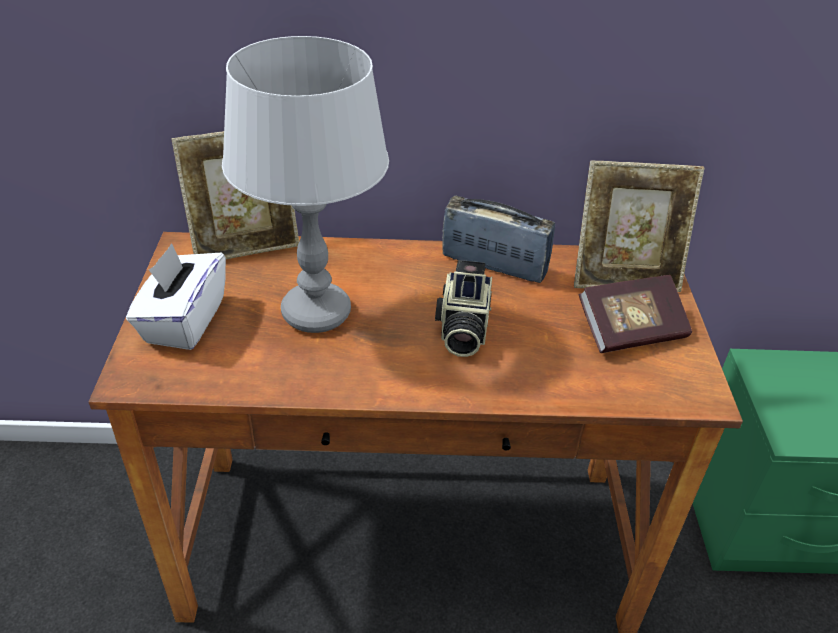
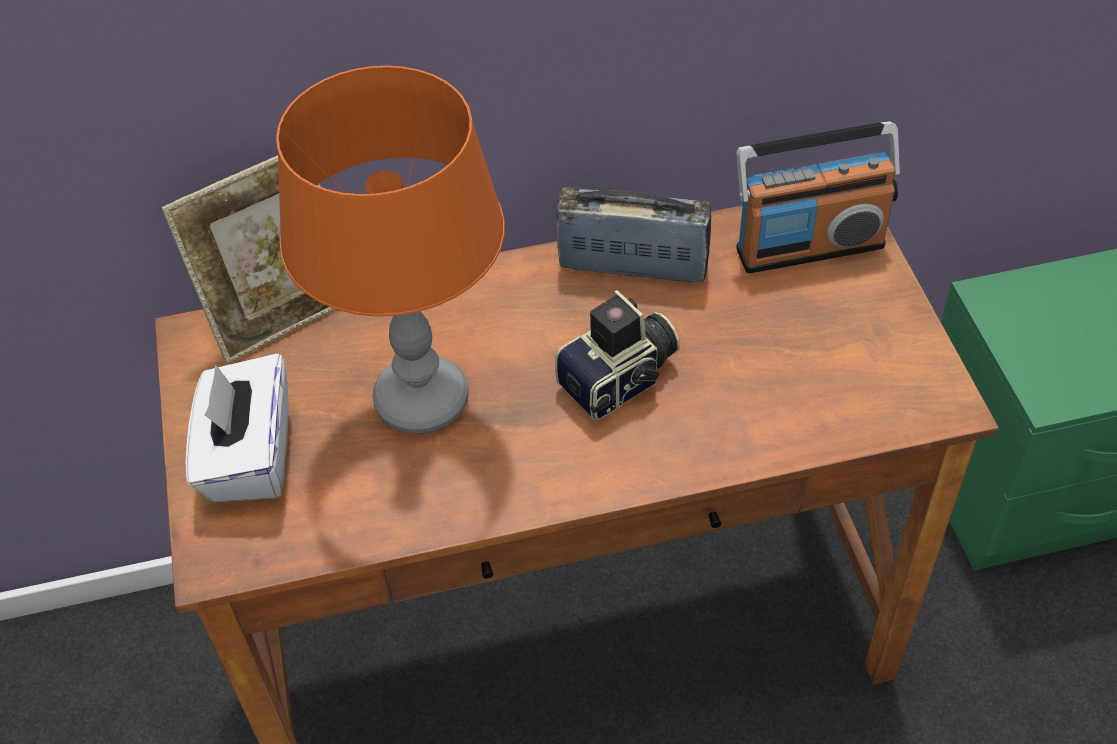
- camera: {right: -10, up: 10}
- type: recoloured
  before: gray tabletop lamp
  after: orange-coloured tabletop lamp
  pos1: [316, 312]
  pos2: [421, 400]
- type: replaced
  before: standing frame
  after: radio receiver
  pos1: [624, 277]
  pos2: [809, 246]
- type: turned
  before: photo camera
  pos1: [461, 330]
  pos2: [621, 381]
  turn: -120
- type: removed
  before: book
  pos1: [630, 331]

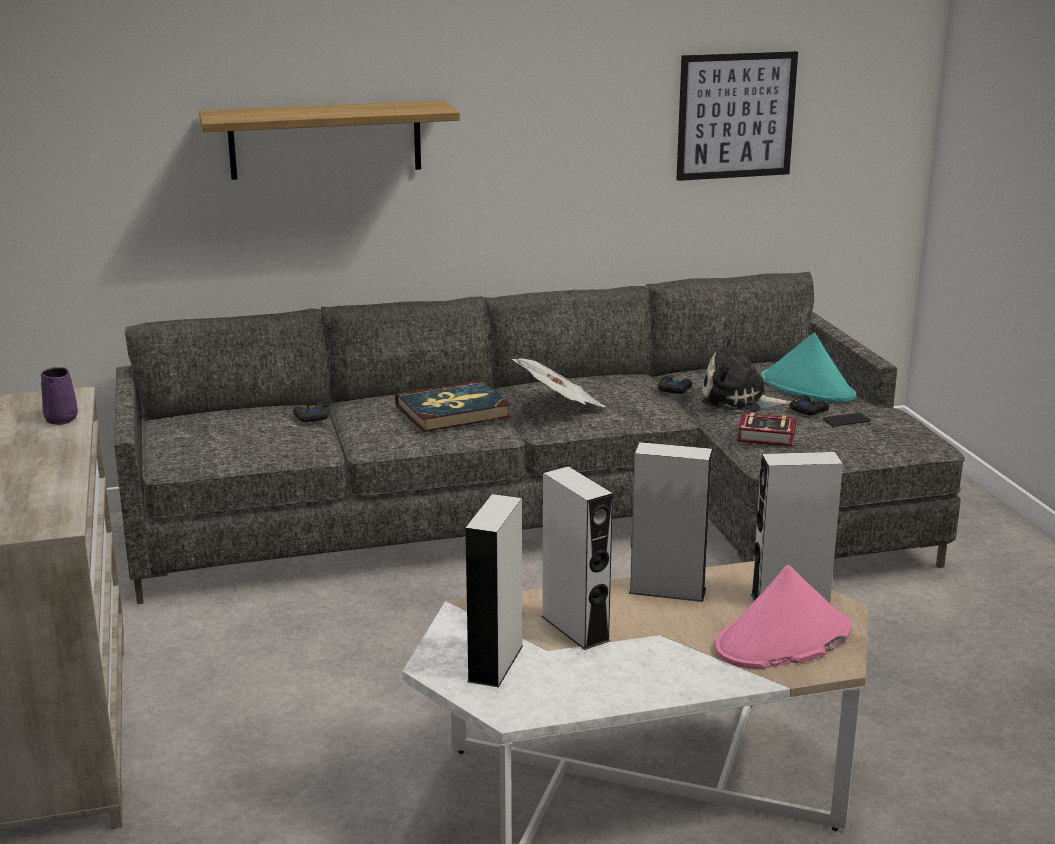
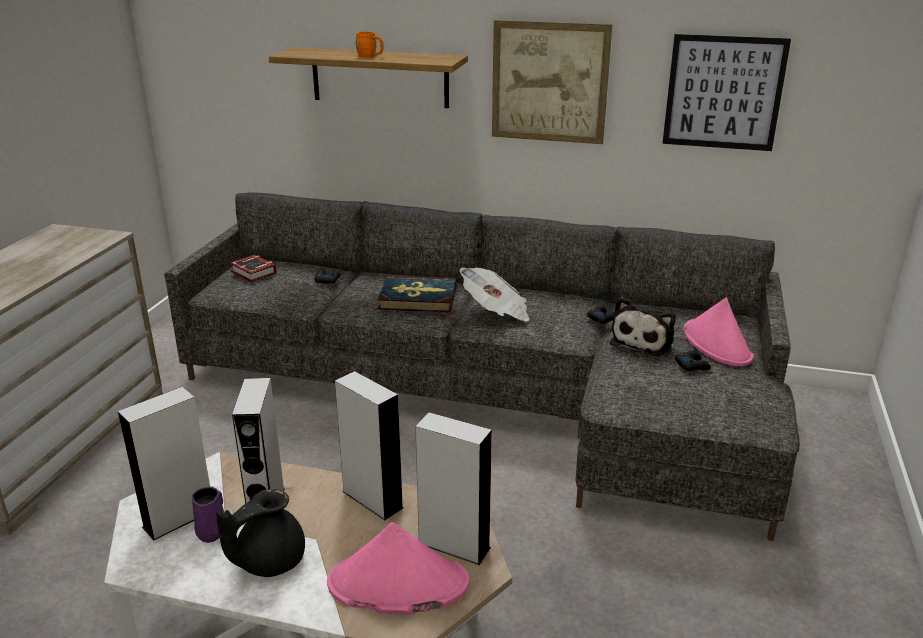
- camera: {right: 30, up: 5}
- type: recoloured
  before: blue-green hat
  after: pink hat
  pos1: [808, 388]
  pos2: [717, 344]
- type: turned
  before: soft toy
  pos1: [738, 400]
  pos2: [644, 341]
  turn: -105
- type: moved
  before: purplish tea mug
  pos1: [61, 418]
  pos2: [213, 532]
- type: moved
  before: book
  pos1: [768, 437]
  pos2: [253, 273]
- type: removed
  before: handset
  pos1: [846, 420]
- type: added
  after: picture
  pos2: [549, 82]
- type: added
  after: orange-coloured tea mug
  pos2: [370, 56]
- type: added
  after: blackish tea pot
  pos2: [268, 561]

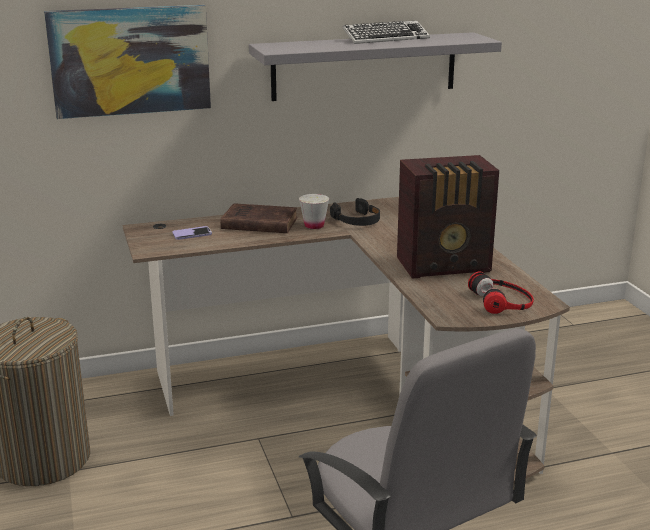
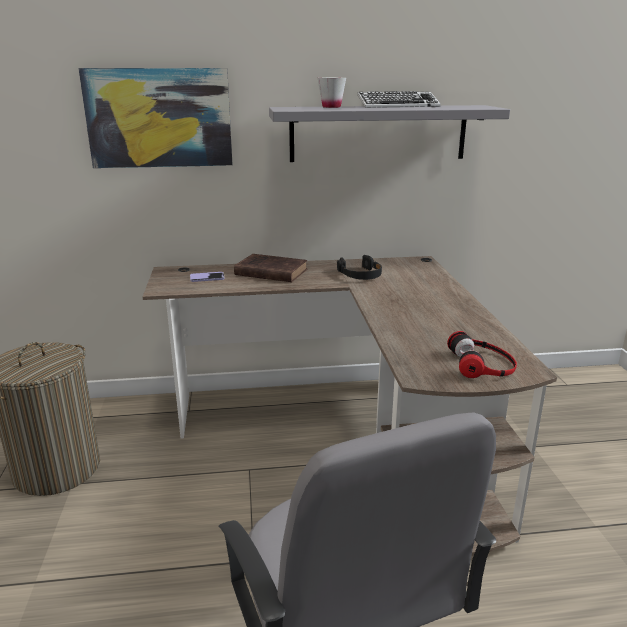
- camera: {right: 10, up: 0}
- type: removed
  before: radio receiver
  pos1: [445, 266]
- type: moved
  before: white-coloured drinking cup
  pos1: [314, 226]
  pos2: [331, 107]

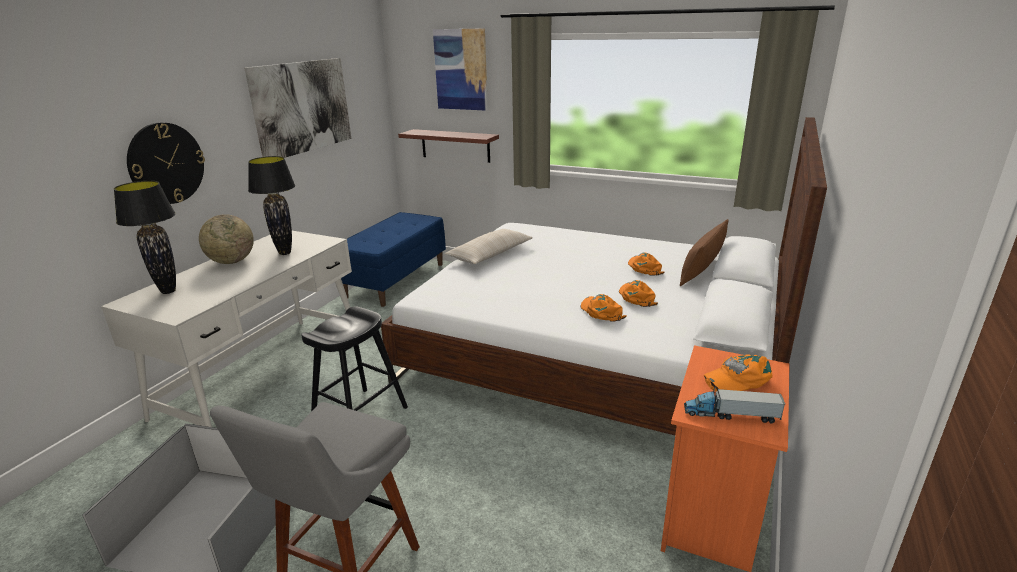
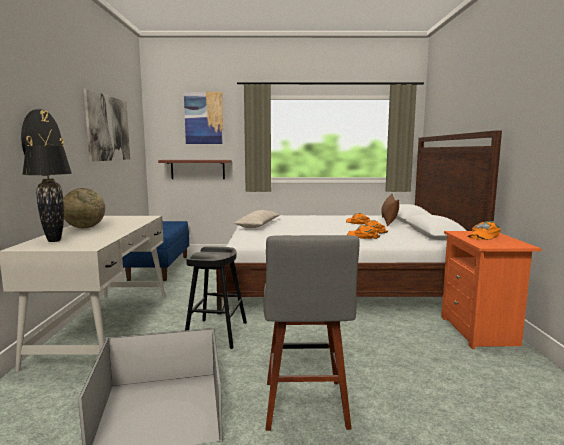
- camera: {right: -25, up: -15}
- type: removed
  before: blackish tabletop lamp
  pos1: [285, 253]
- type: removed
  before: model truck
  pos1: [731, 414]

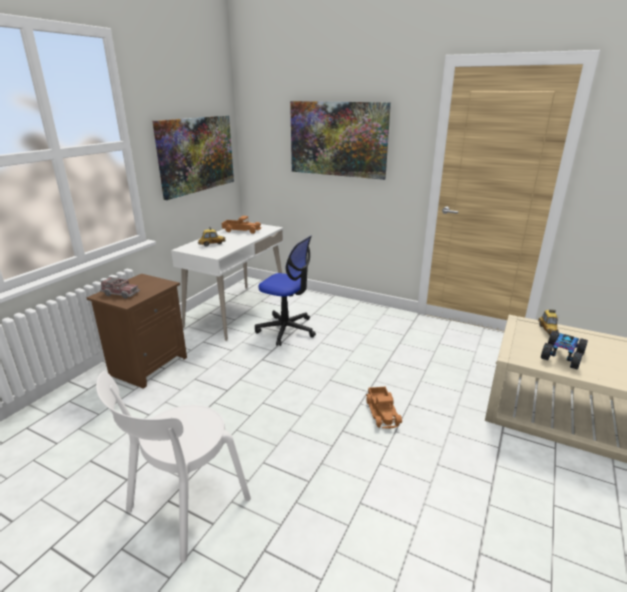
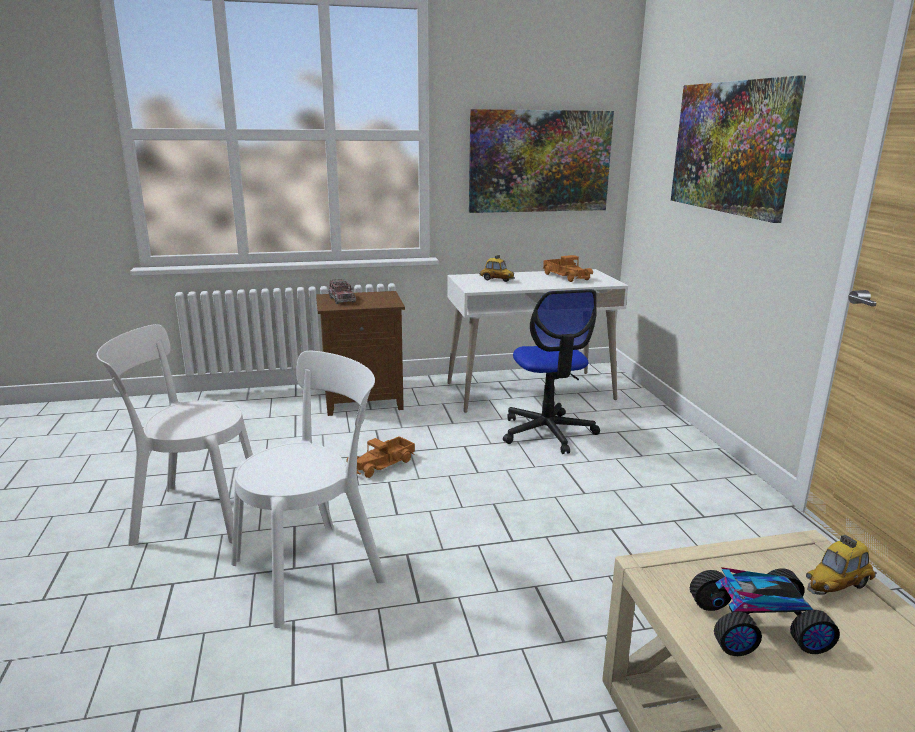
- camera: {right: 50, up: -5}
- type: moved
  before: model truck
  pos1: [383, 412]
  pos2: [382, 464]
- type: added
  after: white-coloured plain chair
  pos2: [314, 568]

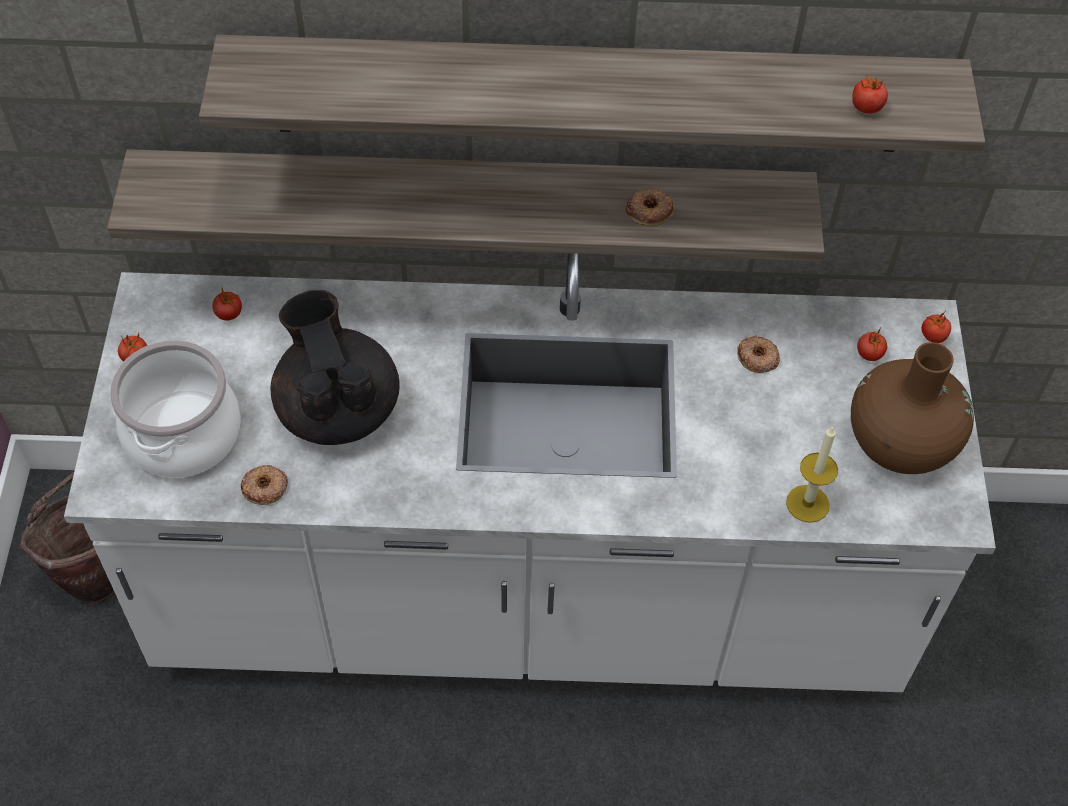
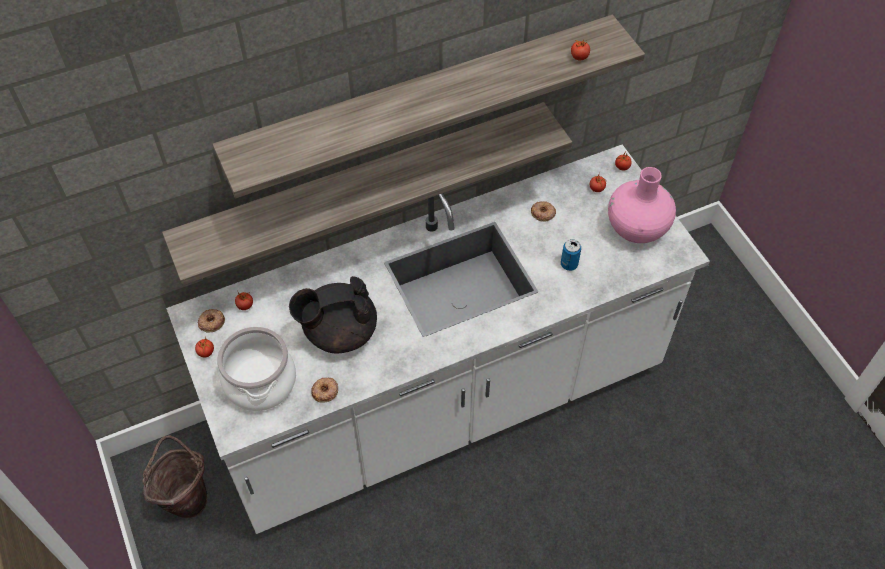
- camera: {right: -25, up: 0}
- type: moved
  before: ring doughnut
  pos1: [649, 210]
  pos2: [211, 322]
- type: turned
  before: blackish tea pot
  pos1: [337, 408]
  pos2: [339, 331]
  turn: -60
- type: recoloured
  before: brownish decorative vase
  after: pink decorative vase
  pos1: [899, 443]
  pos2: [636, 228]
- type: removed
  before: wax candle
  pos1: [807, 503]
- type: added
  after: metal can
  pos2: [569, 264]

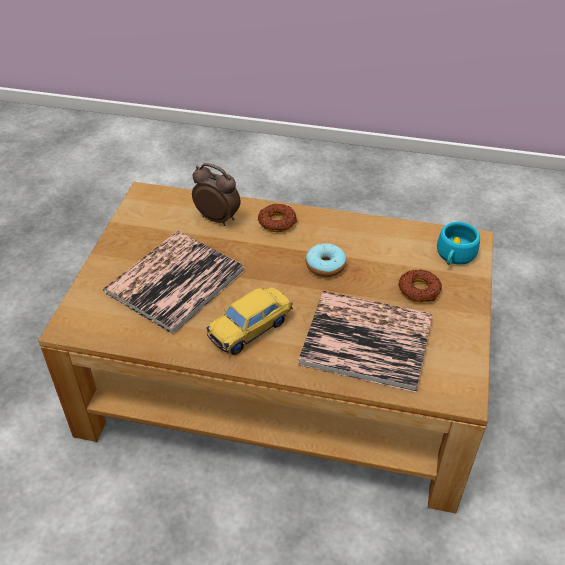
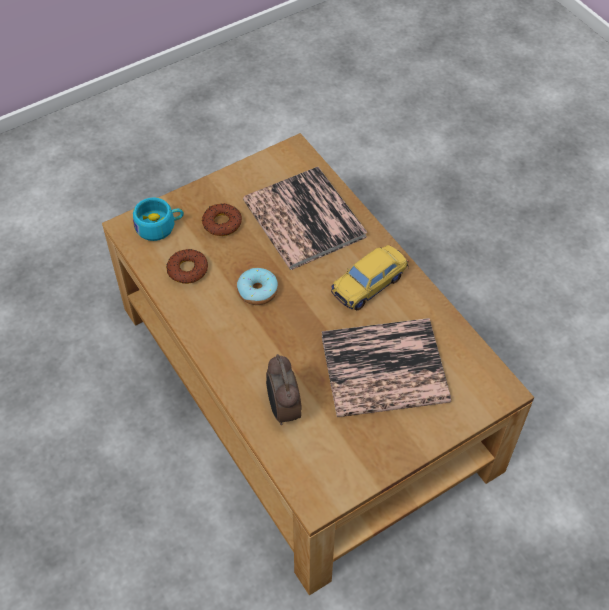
- camera: {right: -135, up: 10}
- type: moved
  before: ring doughnut
  pos1: [277, 222]
  pos2: [187, 270]
- type: turned
  before: model car
  pos1: [250, 329]
  pos2: [369, 284]
  turn: 135

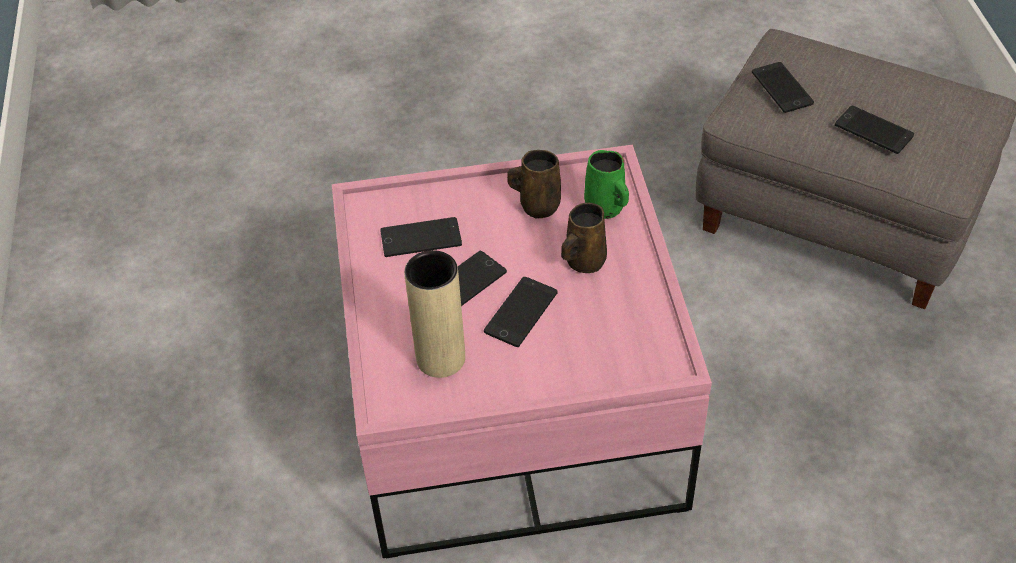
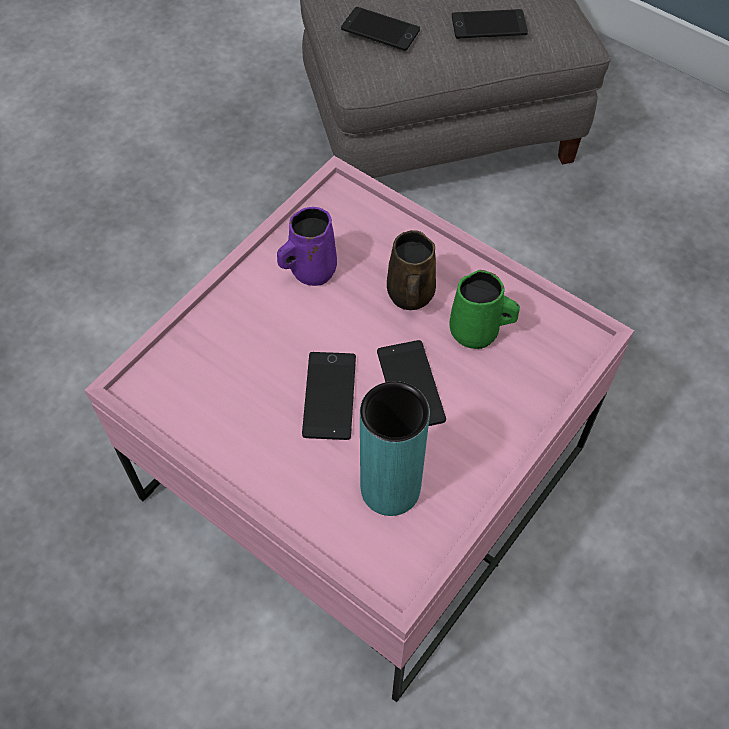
- camera: {right: -45, up: 10}
- type: recoloured
  before: brownish tea mug
  after: purplish tea mug
  pos1: [537, 205]
  pos2: [310, 270]
- type: moved
  before: green-coloured tea mug
  pos1: [606, 208]
  pos2: [477, 332]
- type: removed
  before: handset
  pos1: [421, 238]
- type: recoloured
  before: beige decorative vase
  after: blue-green decorative vase
  pos1: [440, 358]
  pos2: [390, 488]

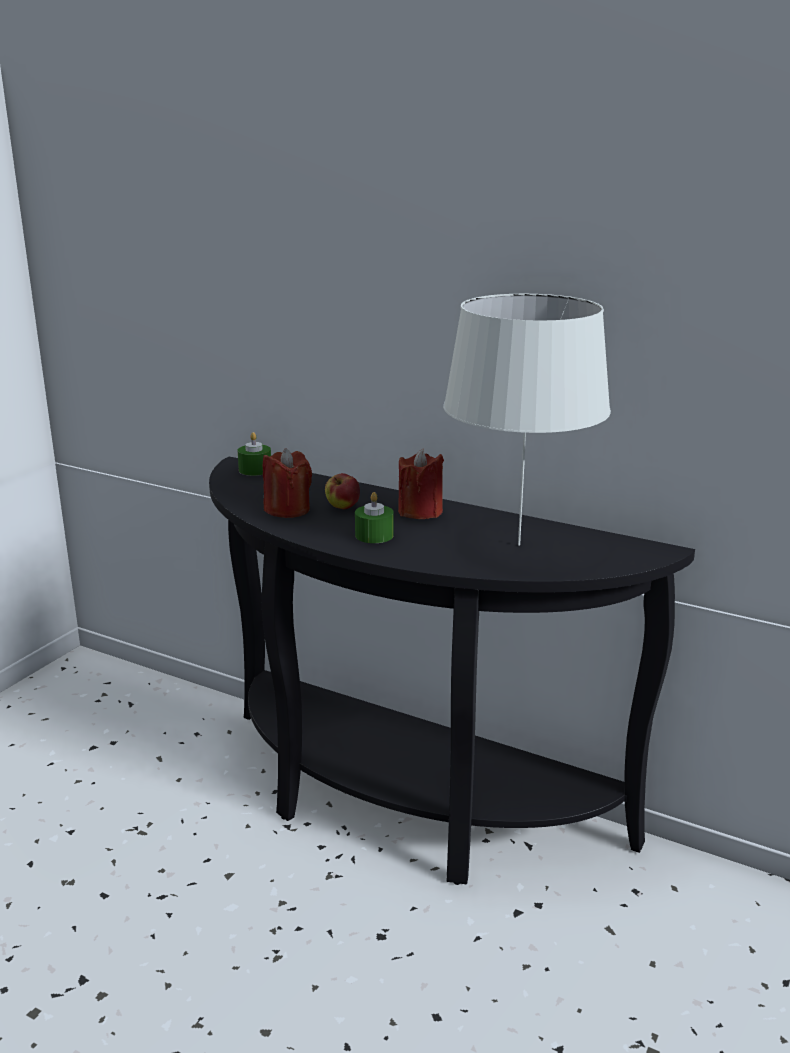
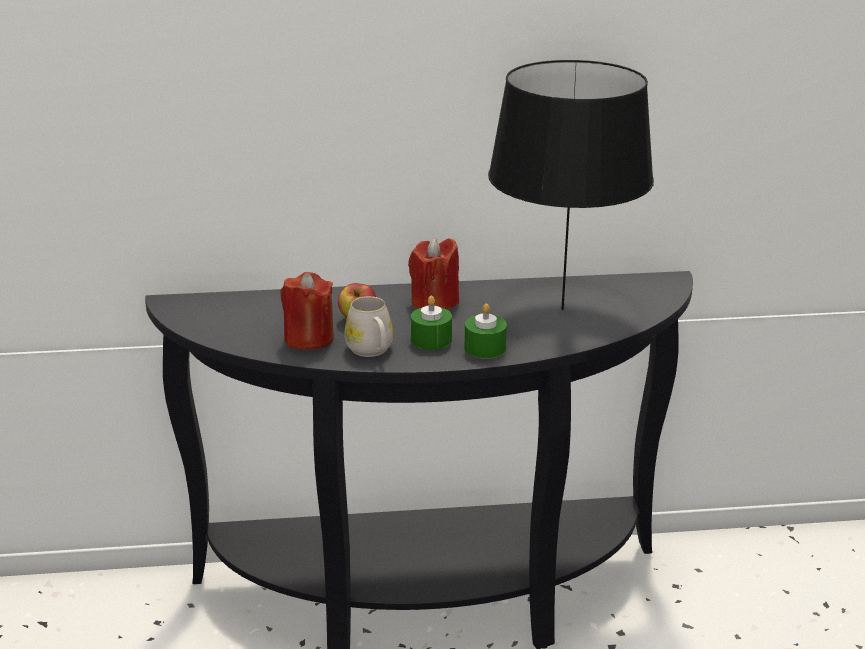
- camera: {right: -35, up: 5}
- type: recoloured
  before: white-coloured tabletop lamp
  after: blackish tabletop lamp
  pos1: [518, 544]
  pos2: [561, 309]
- type: moved
  before: green-coloured wax candle
  pos1: [255, 470]
  pos2: [485, 348]
- type: added
  after: white-coloured tea mug
  pos2: [371, 351]

